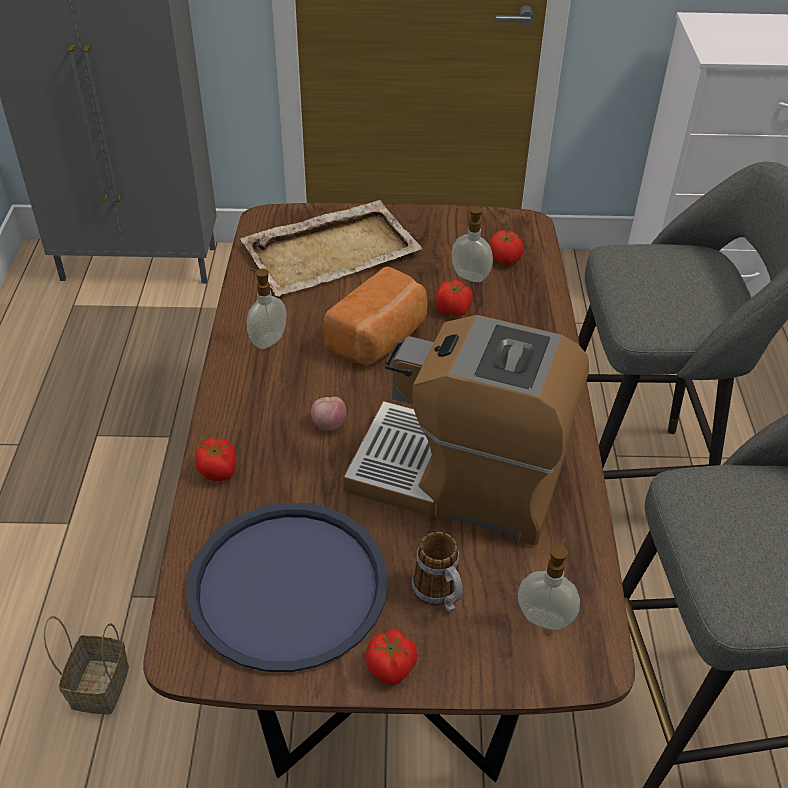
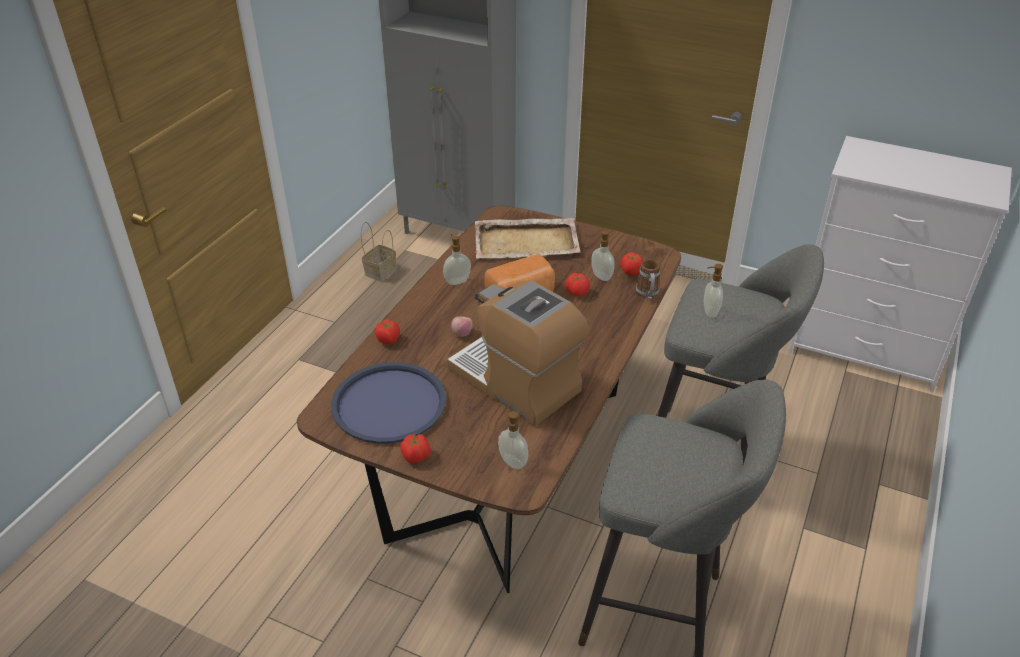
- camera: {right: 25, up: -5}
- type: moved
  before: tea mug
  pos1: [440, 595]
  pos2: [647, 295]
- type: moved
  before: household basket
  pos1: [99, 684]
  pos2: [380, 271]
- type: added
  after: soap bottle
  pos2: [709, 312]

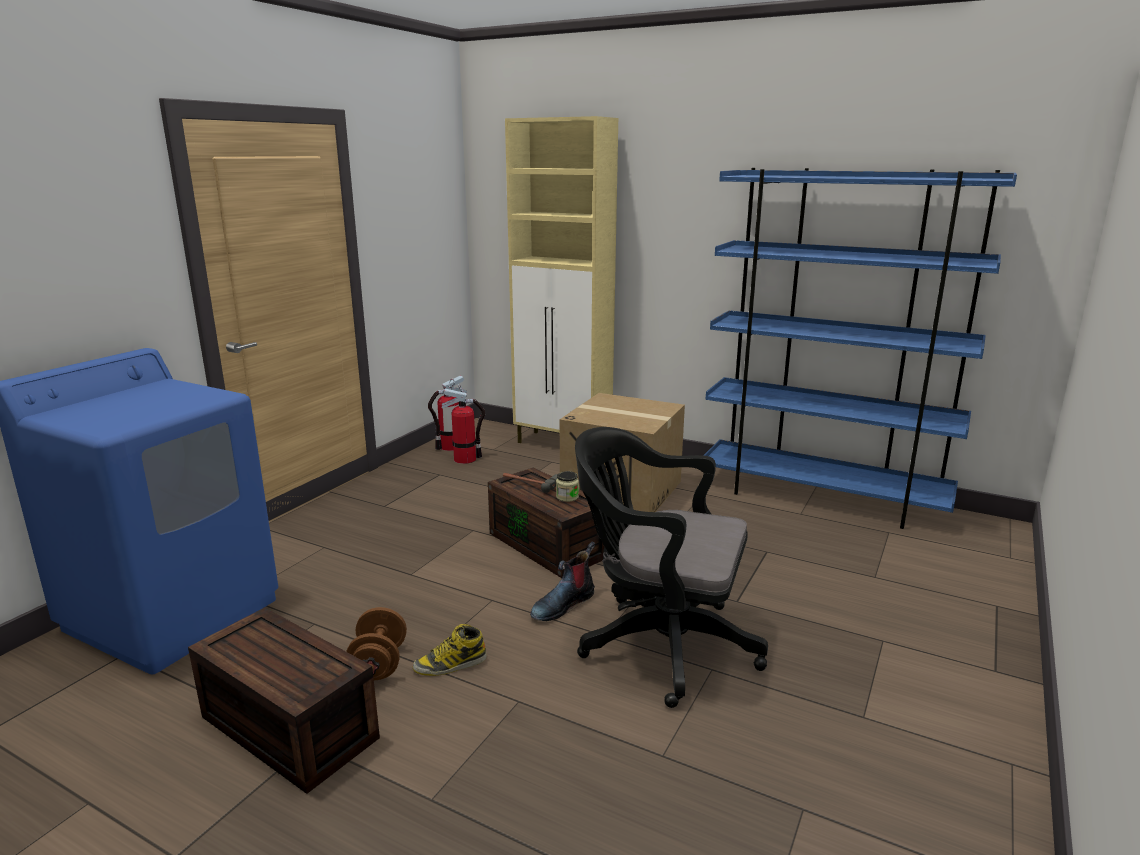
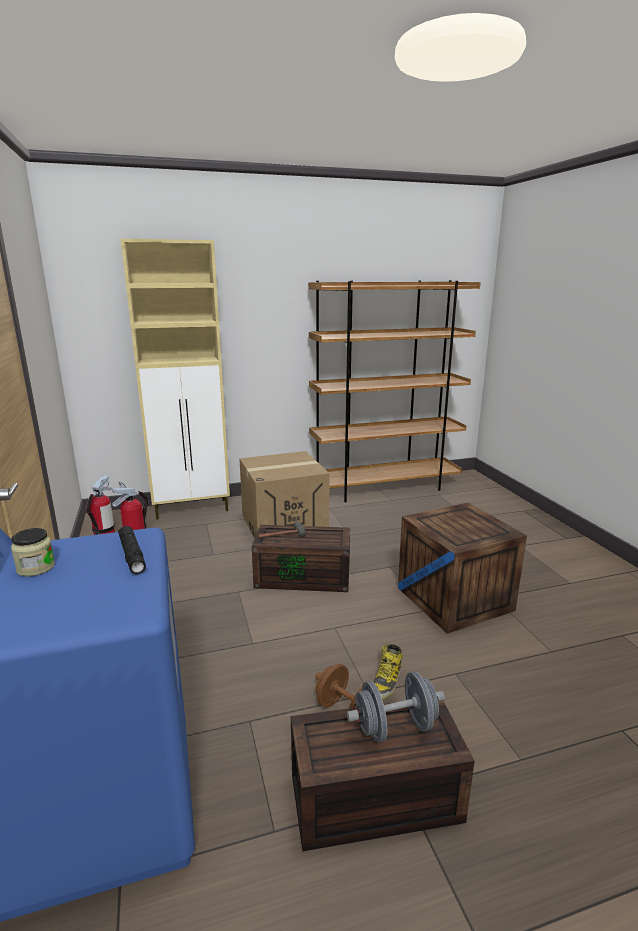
- camera: {right: -45, up: 0}
- type: recoloured
  before: blue-coloured bookcase
  after: brownish bookcase
  pos1: [822, 498]
  pos2: [385, 488]
- type: replaced
  before: blackish desk chair
  after: shipping crate
  pos1: [659, 643]
  pos2: [454, 599]
- type: moved
  before: preserve jar
  pos1: [567, 497]
  pos2: [36, 568]
- type: removed
  before: high-top boot
  pos1: [563, 604]
- type: added
  after: blackish torch
  pos2: [132, 555]
- type: added
  after: gray free weight
  pos2: [395, 727]

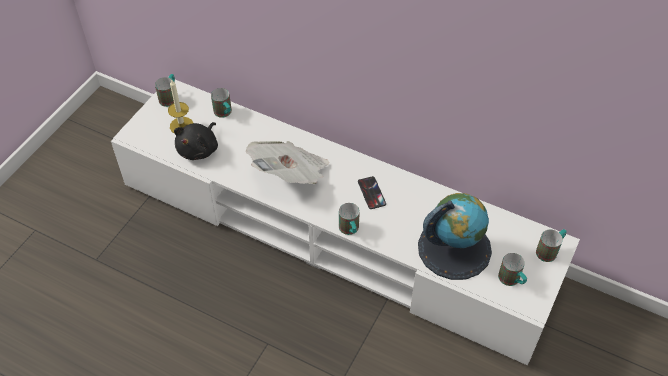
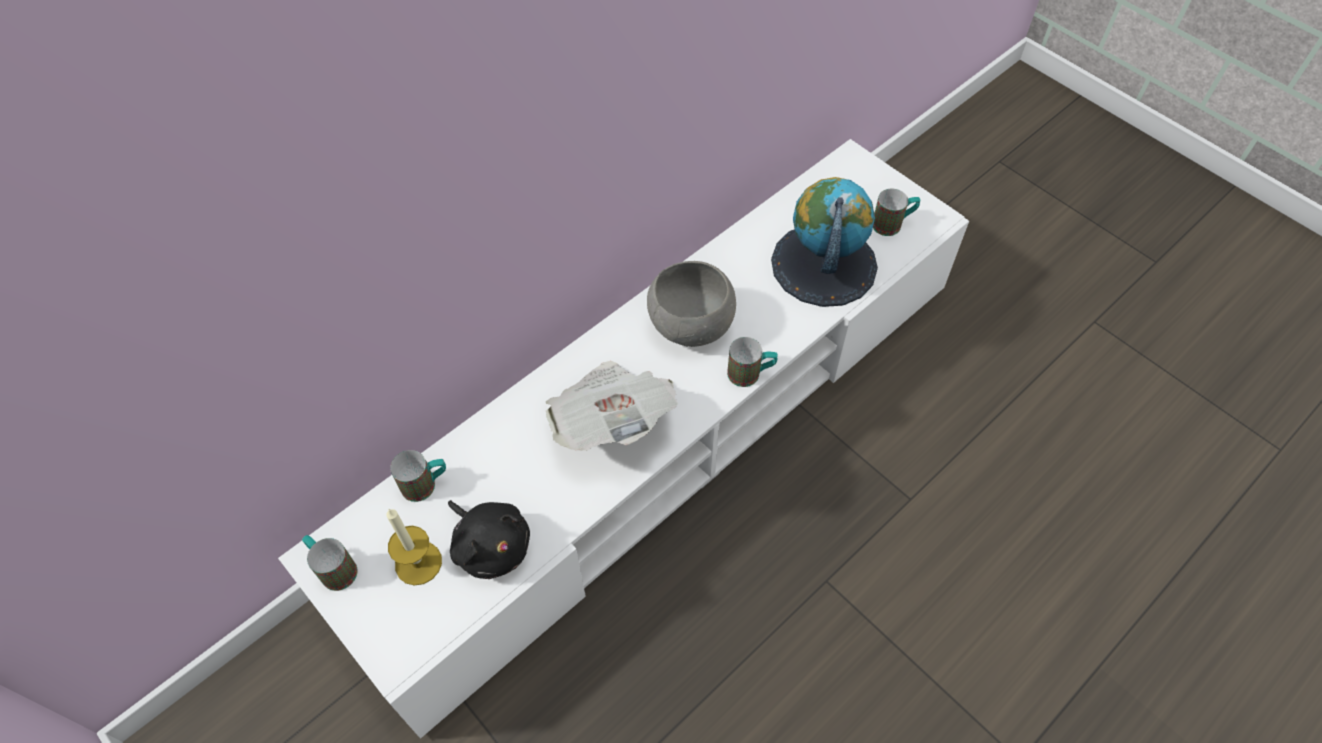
- camera: {right: -70, up: 5}
- type: replaced
  before: handset
  after: gray bowl
  pos1: [371, 193]
  pos2: [691, 326]
- type: removed
  before: tea mug
  pos1: [549, 251]

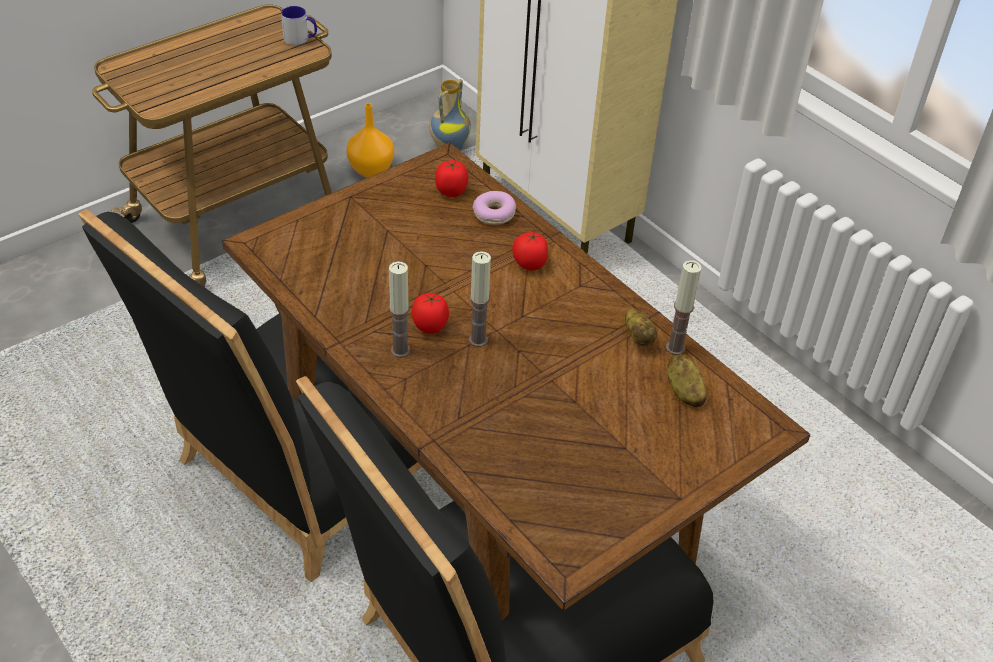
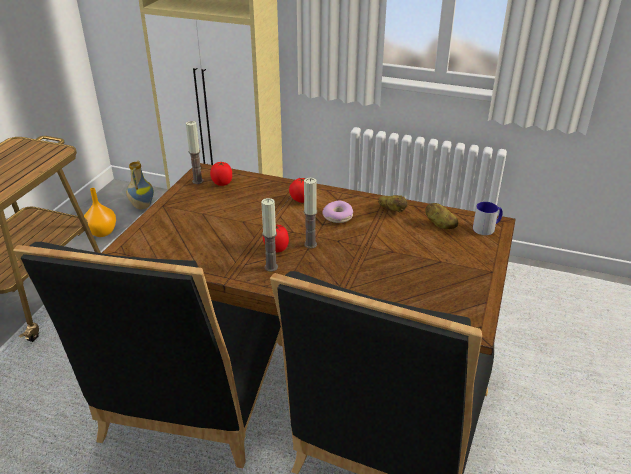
- camera: {right: -30, up: -10}
- type: moved
  before: tea mug
  pos1: [300, 39]
  pos2: [487, 228]
- type: moved
  before: ring doughnut
  pos1: [494, 214]
  pos2: [338, 217]
- type: moved
  before: wax candle
  pos1: [675, 348]
  pos2: [197, 181]

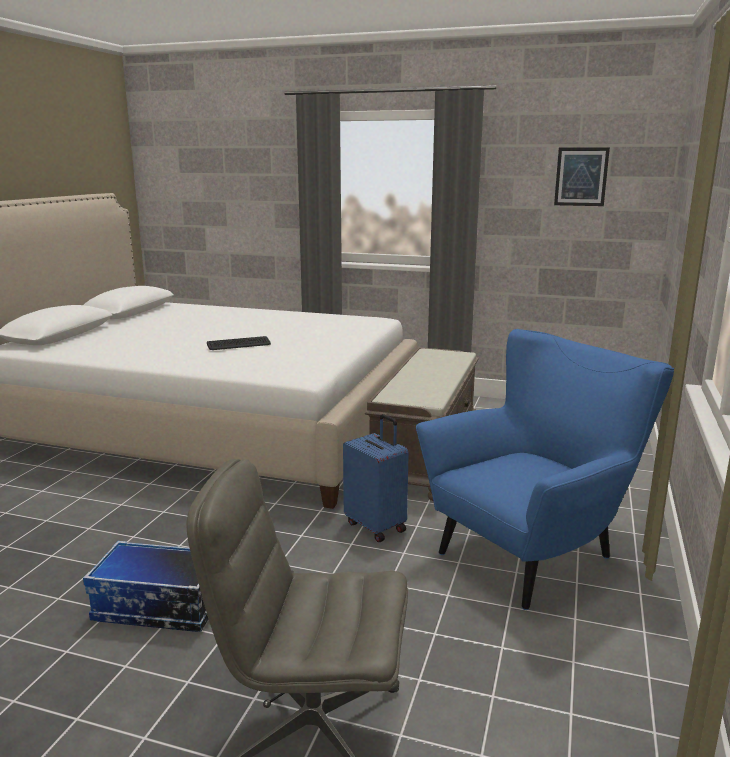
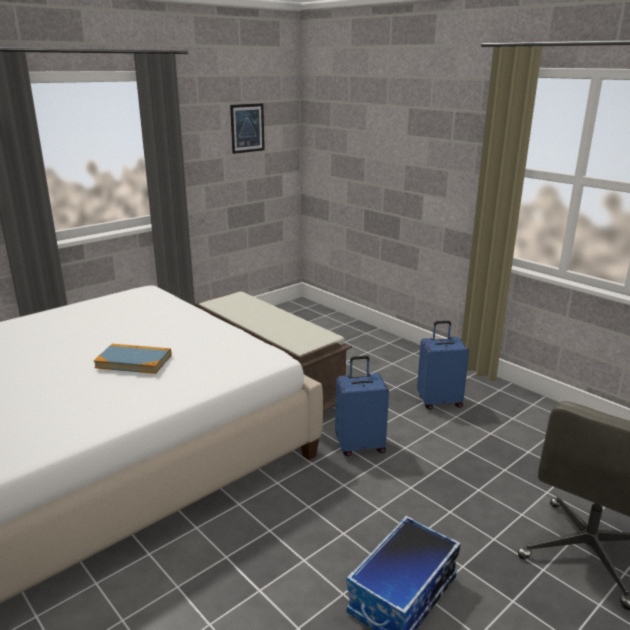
- camera: {right: -60, up: 5}
- type: replaced
  before: blue-coloured easy chair
  after: blue-coloured piece of luggage
  pos1: [535, 552]
  pos2: [439, 401]
- type: replaced
  before: PC keyboard
  after: book
  pos1: [239, 344]
  pos2: [134, 361]

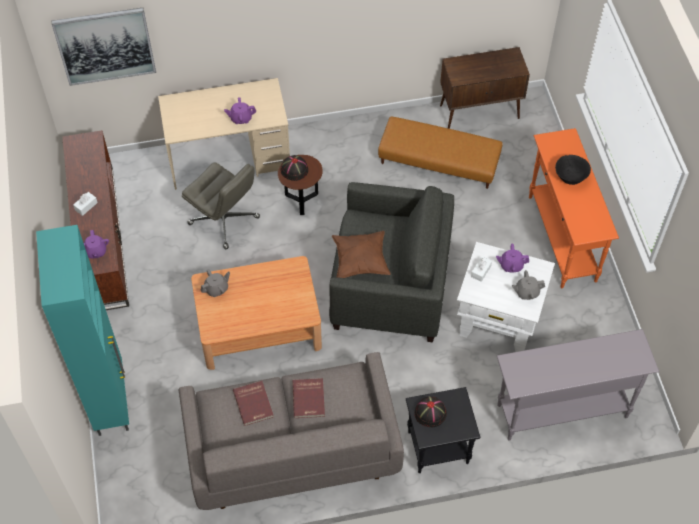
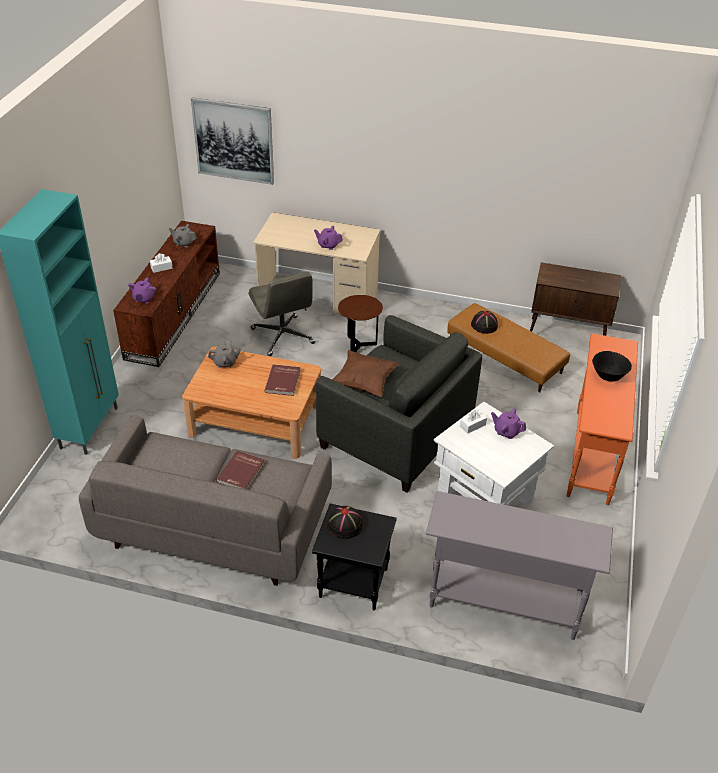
- camera: {right: 25, up: -15}
- type: moved
  before: blackish hat
  pos1: [294, 170]
  pos2: [484, 325]
- type: moved
  before: gray tea pot
  pos1: [526, 292]
  pos2: [184, 243]
- type: moved
  before: red-coloured book
  pos1: [254, 403]
  pos2: [283, 381]

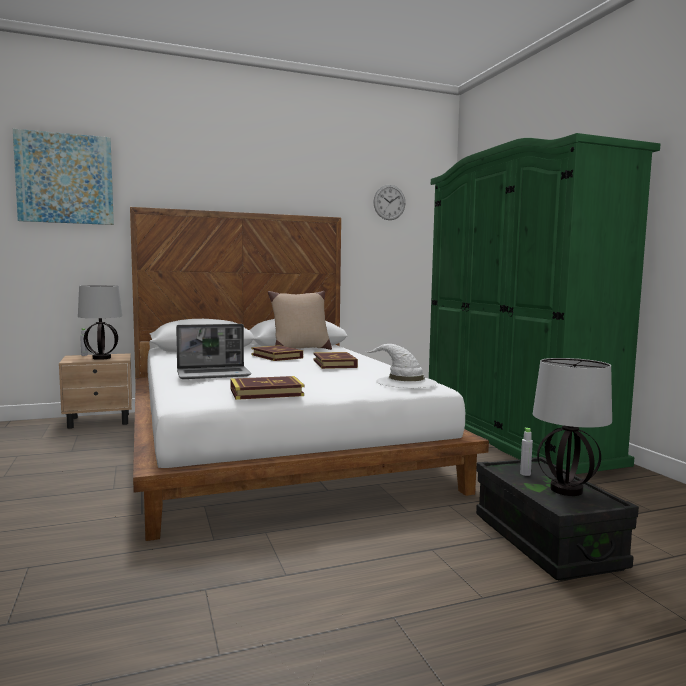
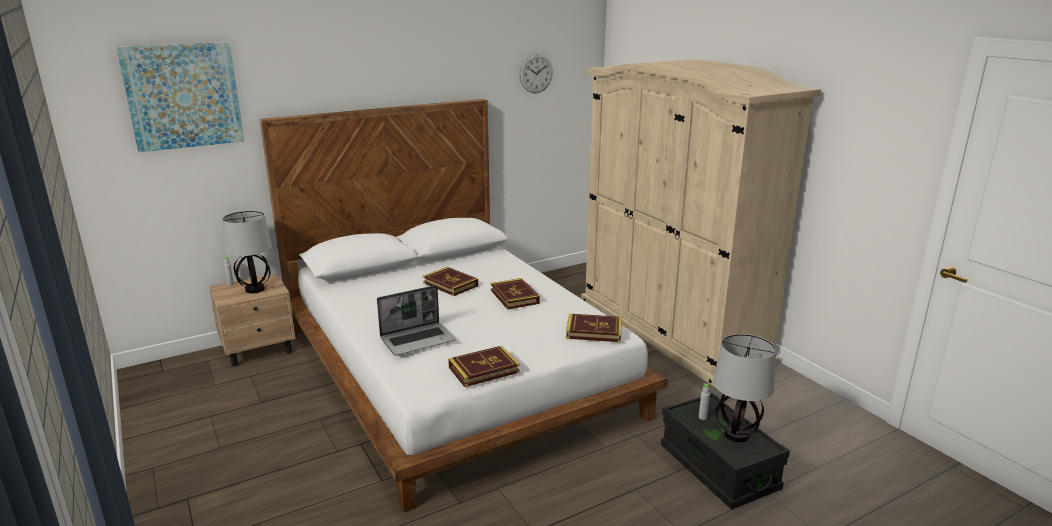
- camera: {right: -10, up: 15}
- type: recoloured
  before: green-coloured clothes cupboard
  after: beige clothes cupboard
  pos1: [512, 435]
  pos2: [670, 329]
- type: removed
  before: beige pillow
  pos1: [300, 349]
- type: replaced
  before: white-coloured hat
  after: book
  pos1: [405, 382]
  pos2: [594, 331]

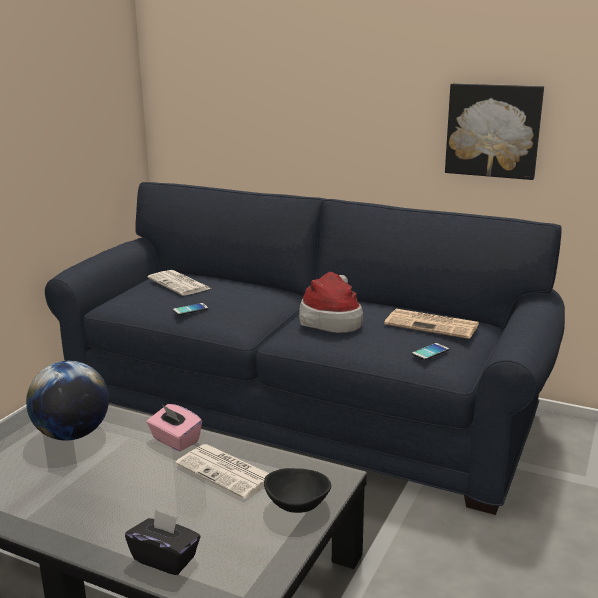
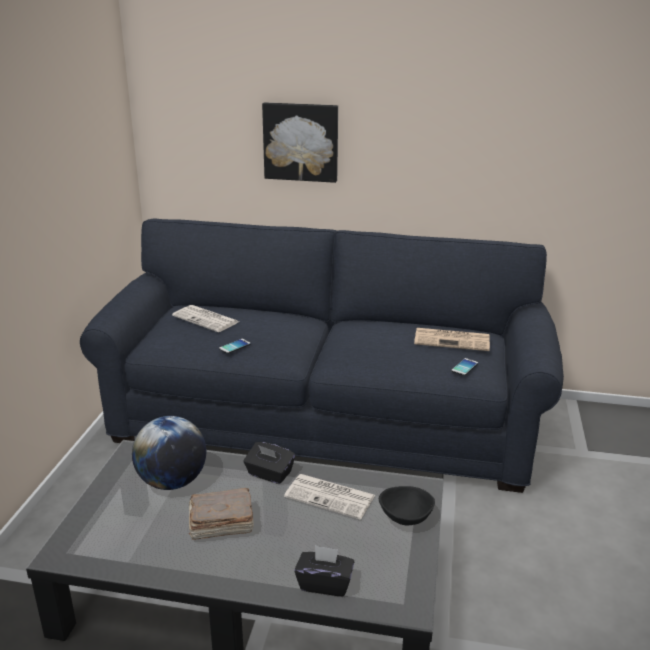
- camera: {right: -15, up: 5}
- type: moved
  before: picture
  pos1: [493, 130]
  pos2: [301, 142]
- type: removed
  before: hat
  pos1: [332, 319]
- type: recoloured
  before: pink tissue holder
  after: blackish tissue holder
  pos1: [175, 440]
  pos2: [269, 474]
- type: added
  after: brownish book
  pos2: [220, 524]

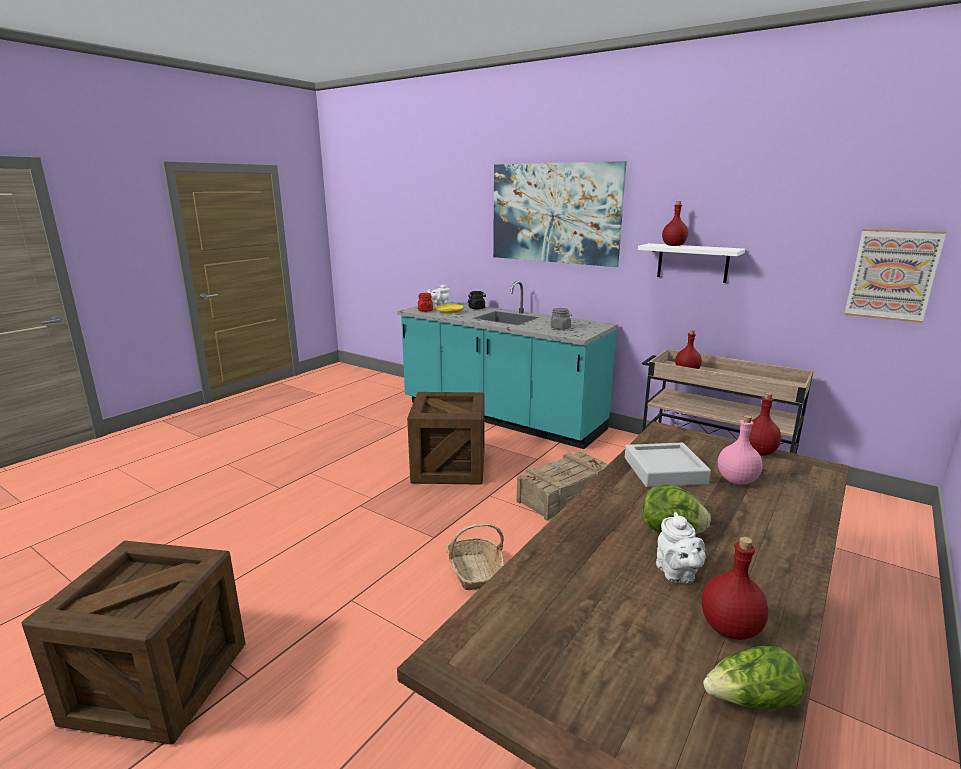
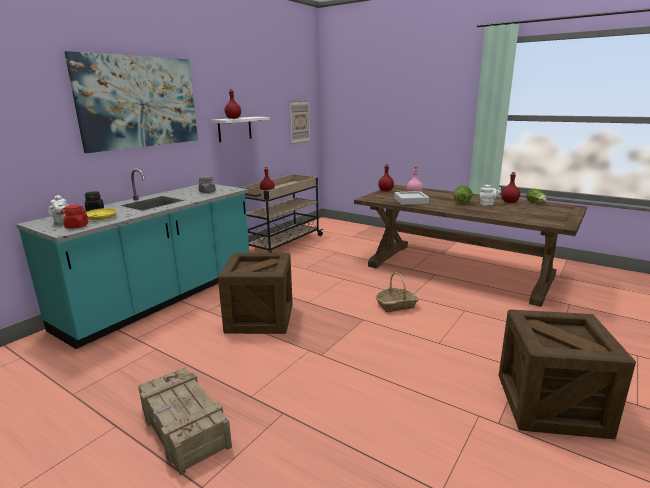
- camera: {right: -90, up: 0}
- type: moved
  before: shipping crate
  pos1: [563, 495]
  pos2: [184, 428]

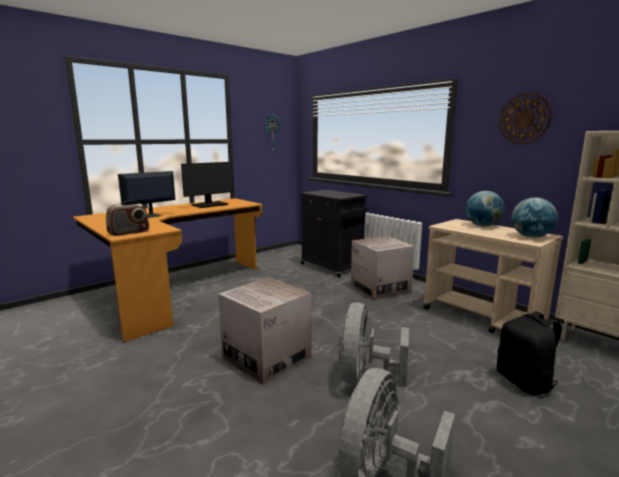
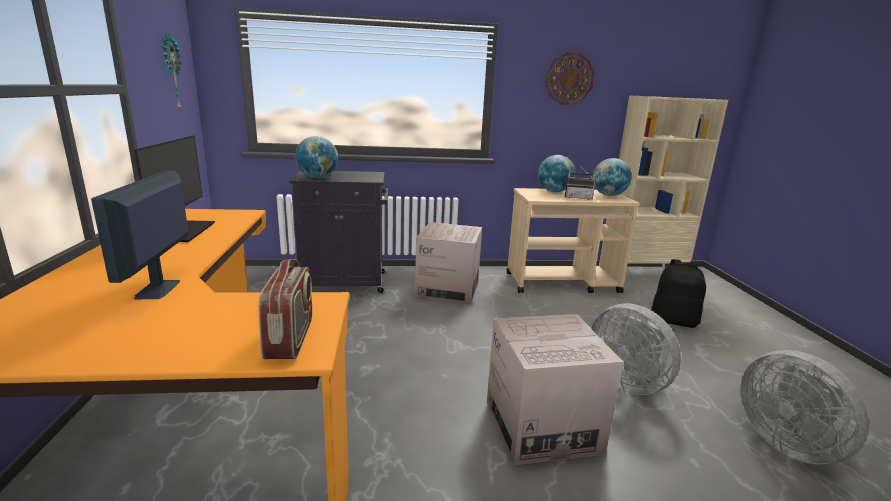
- camera: {right: -55, up: 5}
- type: added
  after: globe
  pos2: [318, 178]
- type: added
  after: radio receiver
  pos2: [578, 197]

